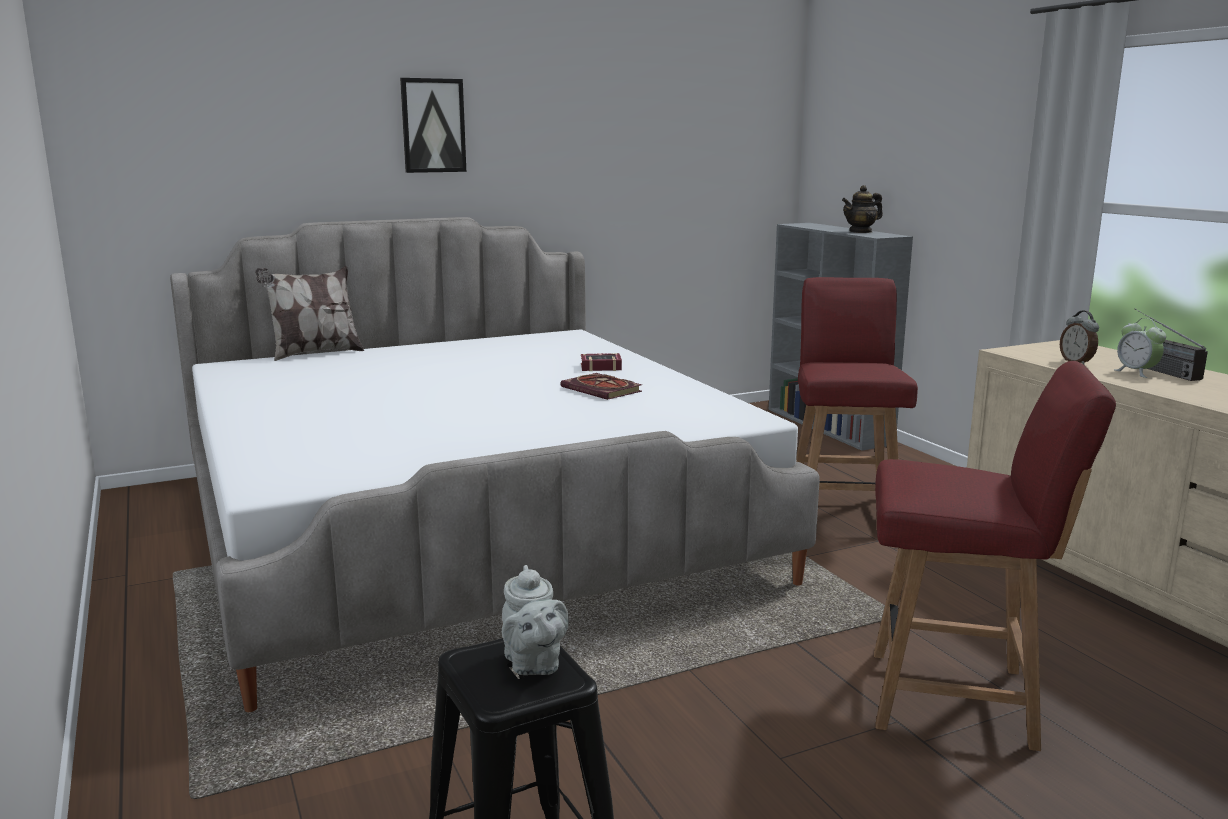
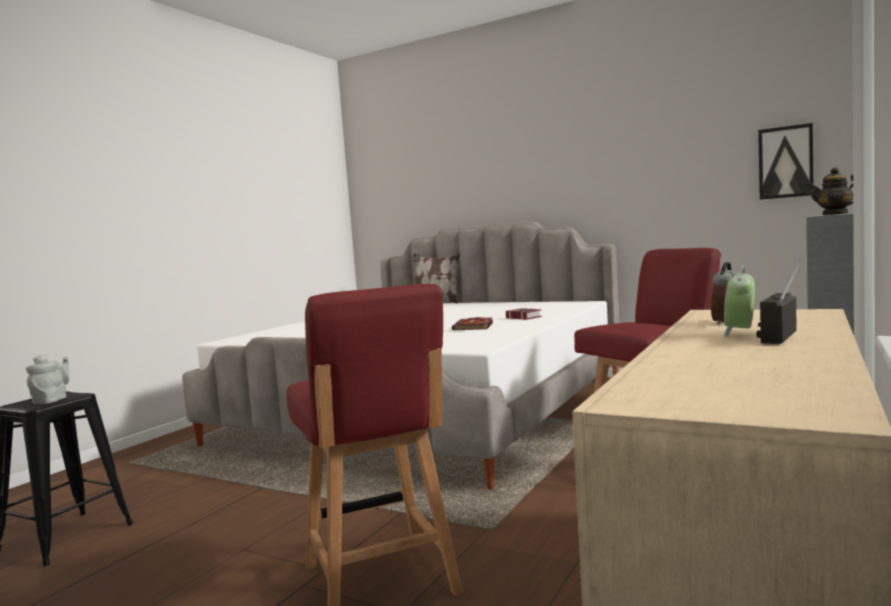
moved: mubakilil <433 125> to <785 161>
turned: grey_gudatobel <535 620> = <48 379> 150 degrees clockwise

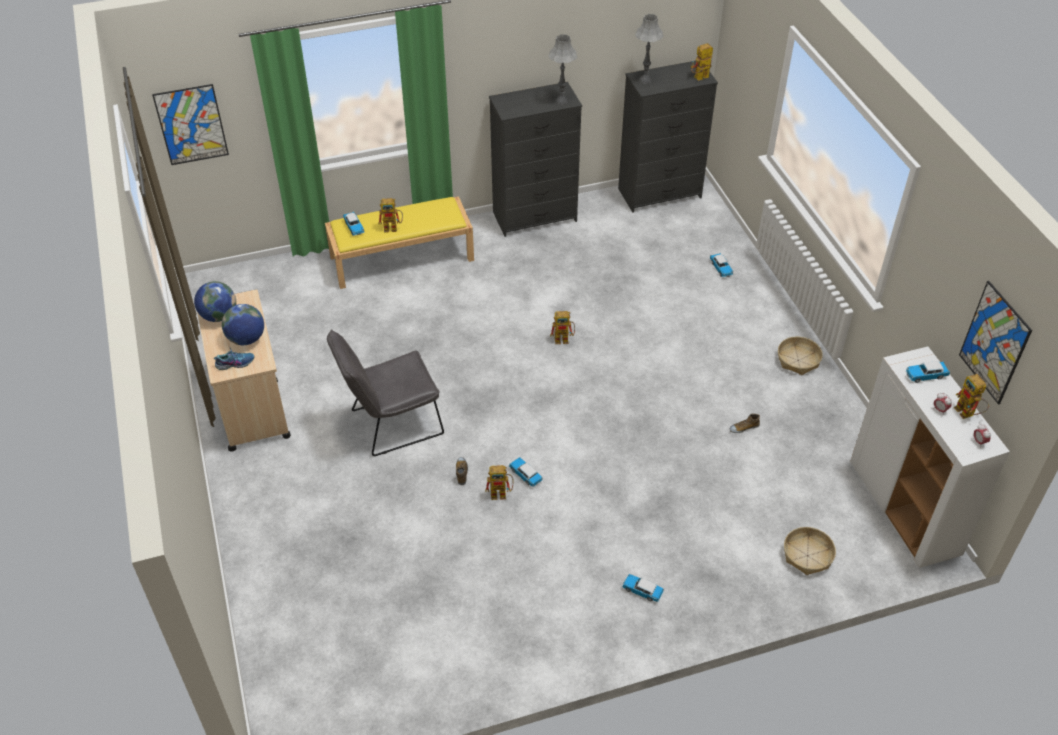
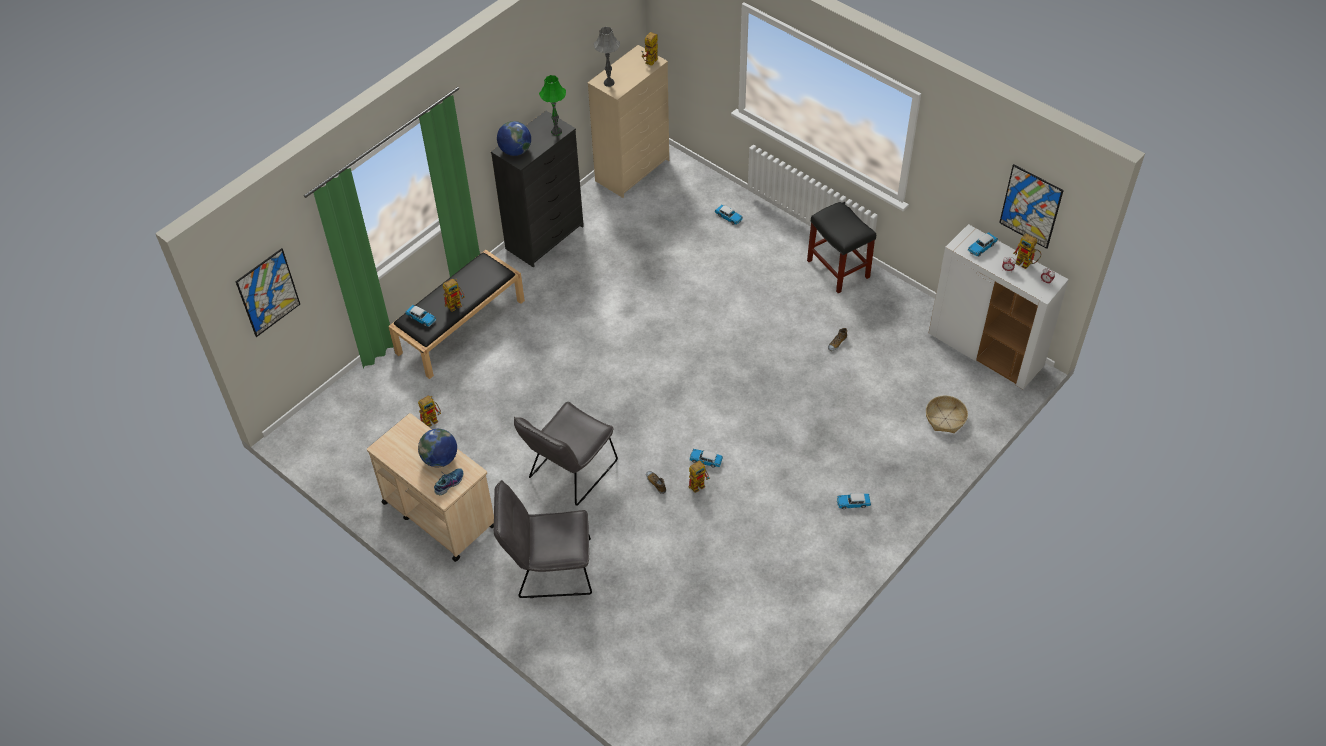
added: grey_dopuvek <543 539>
moved: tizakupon <215 301> to <514 138>; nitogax <562 327> to <429 411>
replaced: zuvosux <800 355> to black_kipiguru <841 247>
recoloured: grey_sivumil <562 69> to green_sivumil <552 105>; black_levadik <668 137> to beige_levadik <628 121>; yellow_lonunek <399 242> to black_lonunek <456 314>

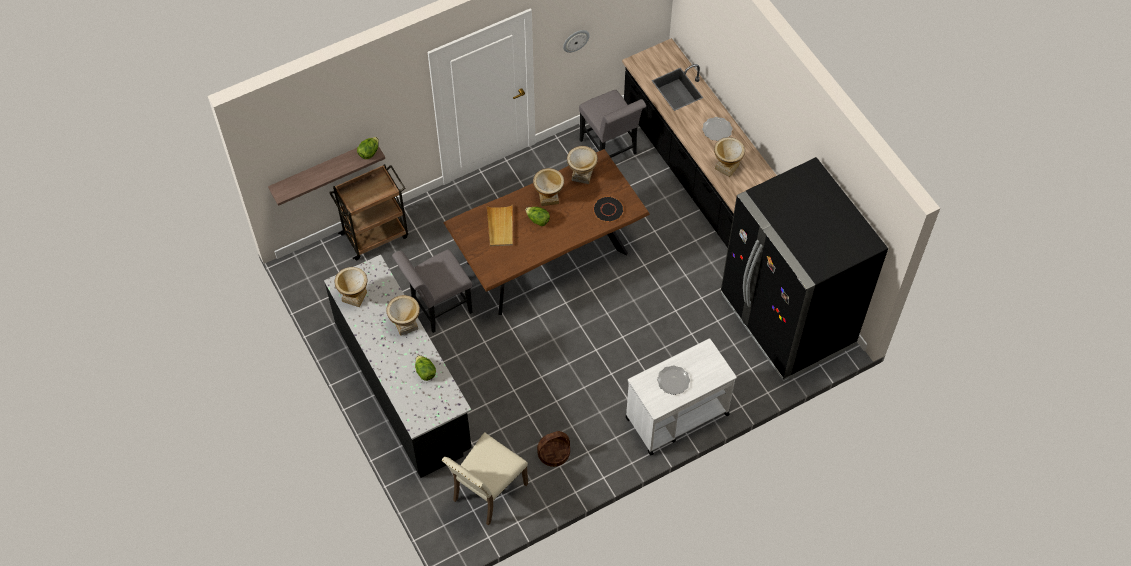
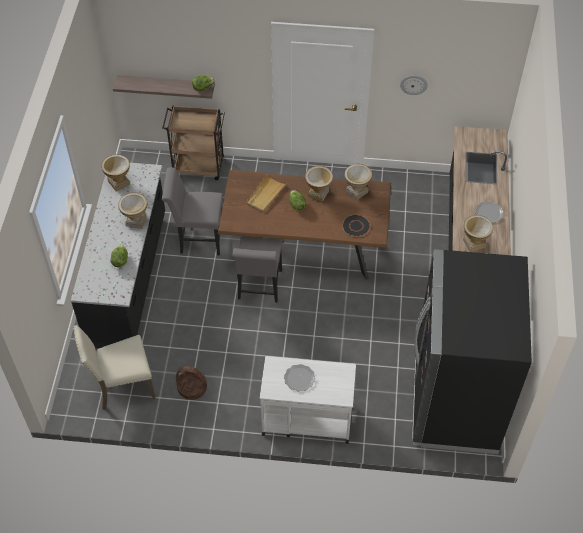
moved: grey_dopuvek <612 123> to <257 269>

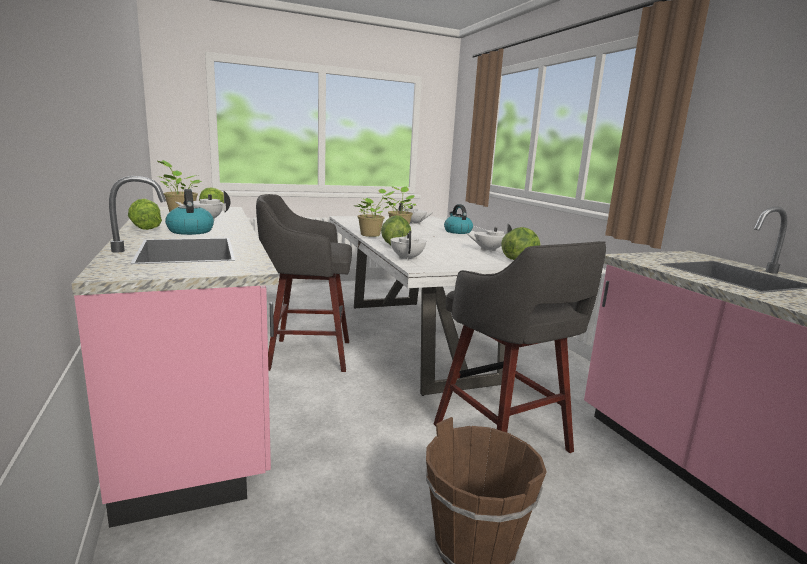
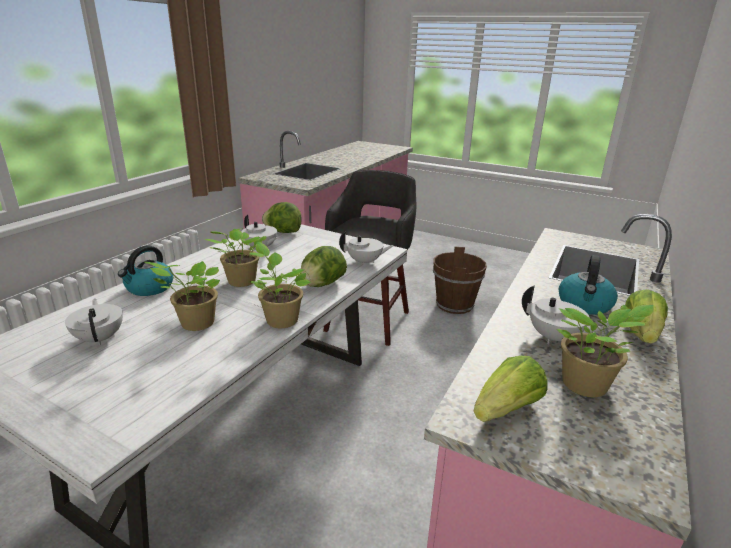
removed: grey_kipiguru <304 283>
added: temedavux <235 258>
turned: white_gudatobel <408 246> = <366 248> 135 degrees counterclockwise

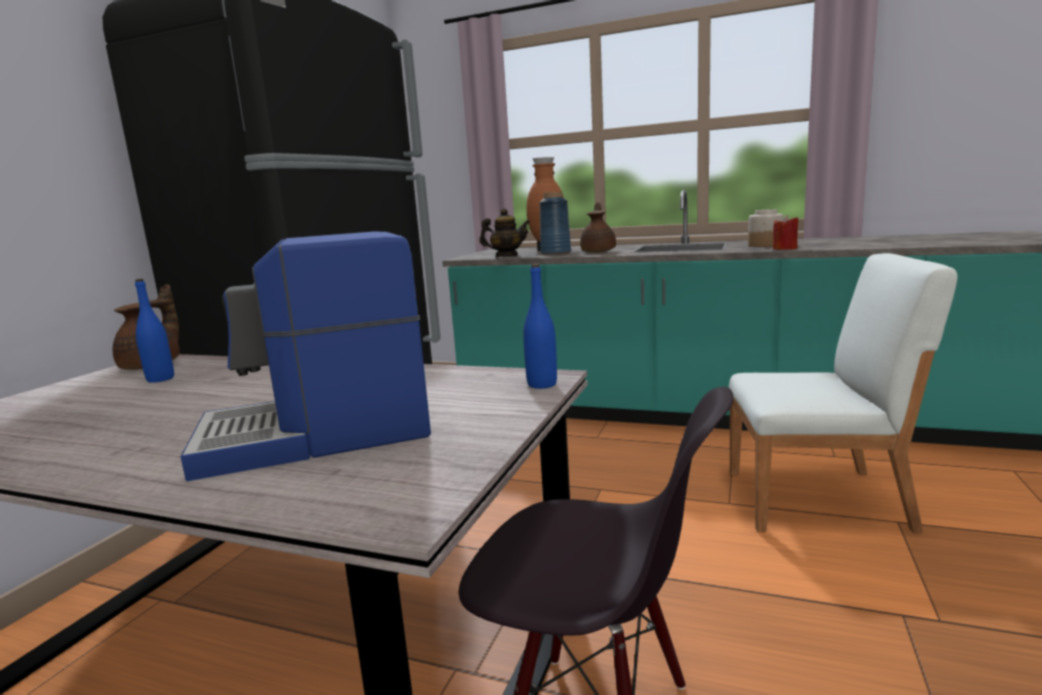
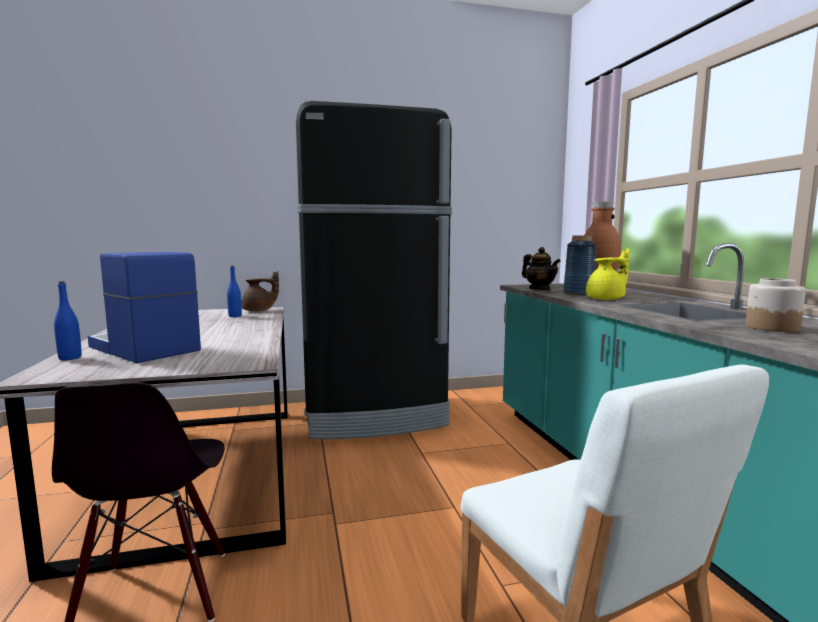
removed: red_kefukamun <786 232>
moved: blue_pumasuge <540 326> to <67 320>
recoloured: brown_gudatobel <598 227> to yellow_gudatobel <607 274>

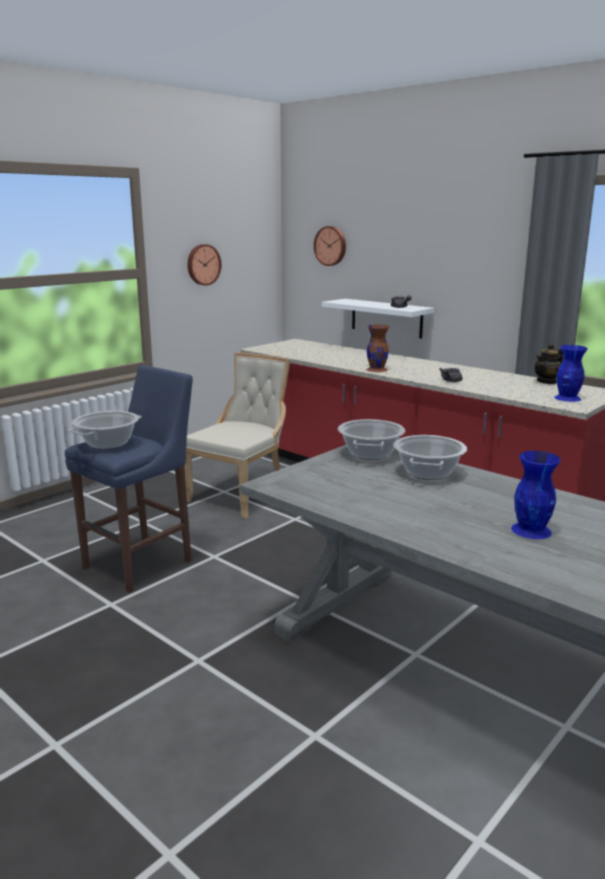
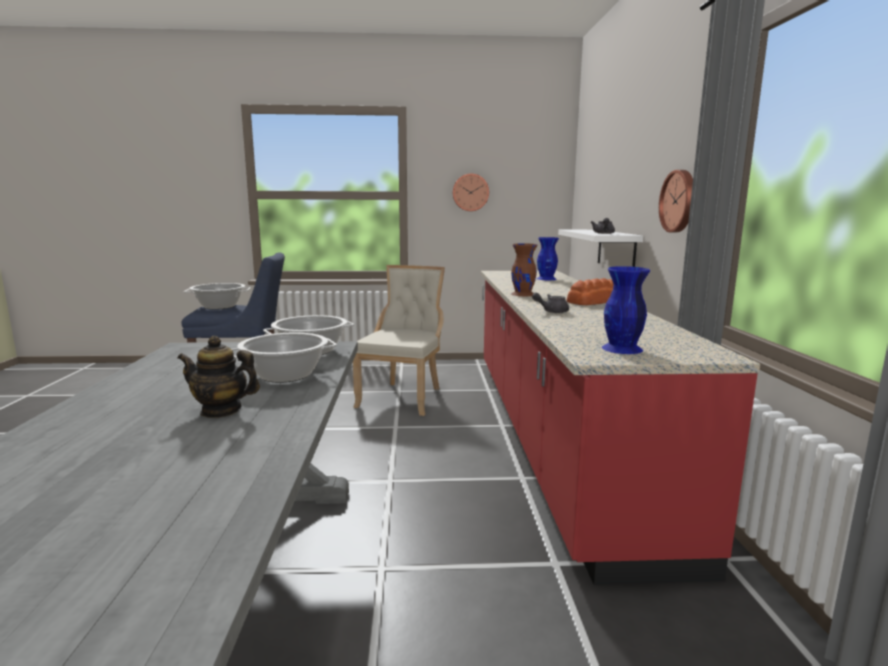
added: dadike <590 291>
moved: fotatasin <330 246> to <676 201>; gudatobel <548 363> to <218 377>; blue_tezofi <536 495> to <548 258>
turned: beige_dopuvek <237 436> = <399 340> 60 degrees counterclockwise

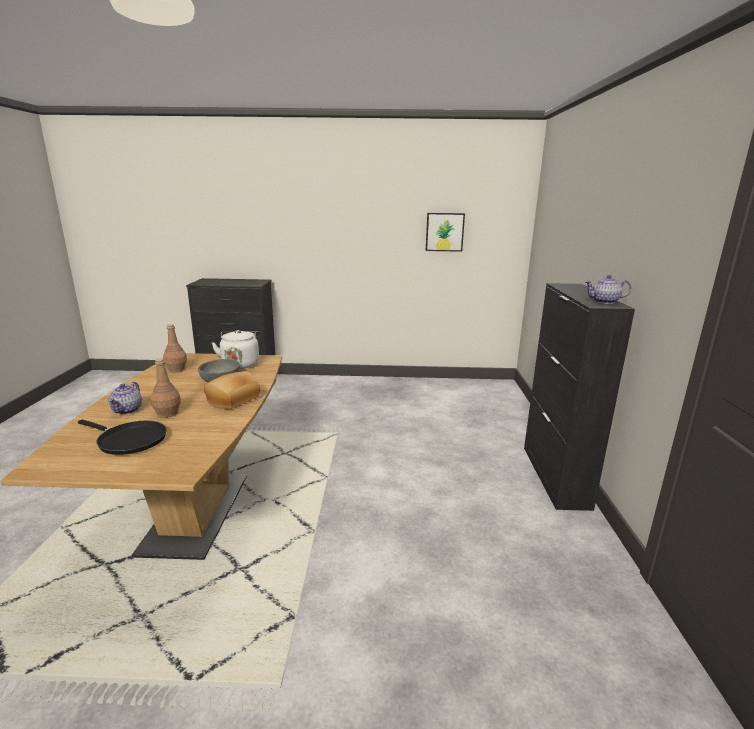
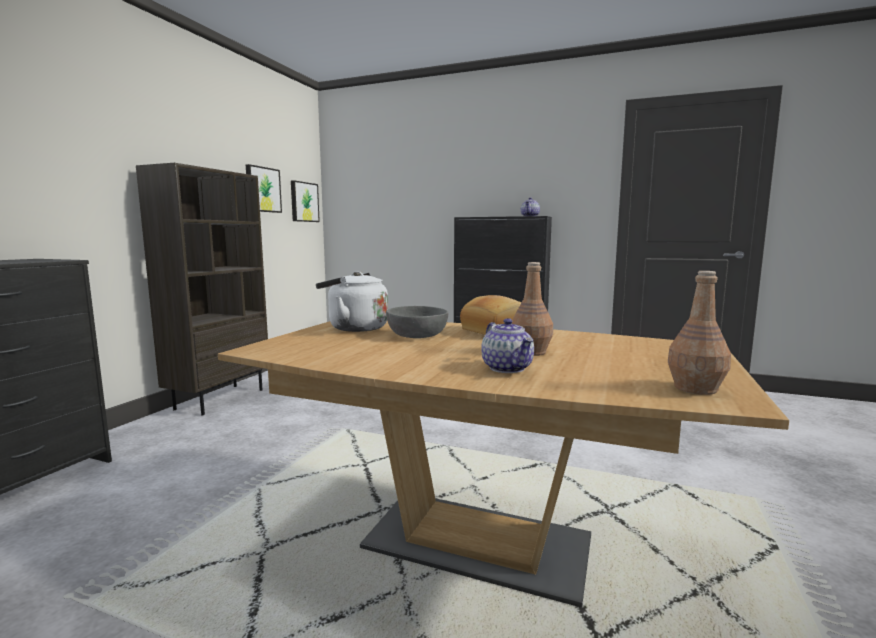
removed: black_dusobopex <122 437>
added: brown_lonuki <202 289>; mubakilil <305 201>
moved: brown_pumasuge <175 348> to <699 333>
turned: gudatobel <125 398> = <507 345> 45 degrees clockwise

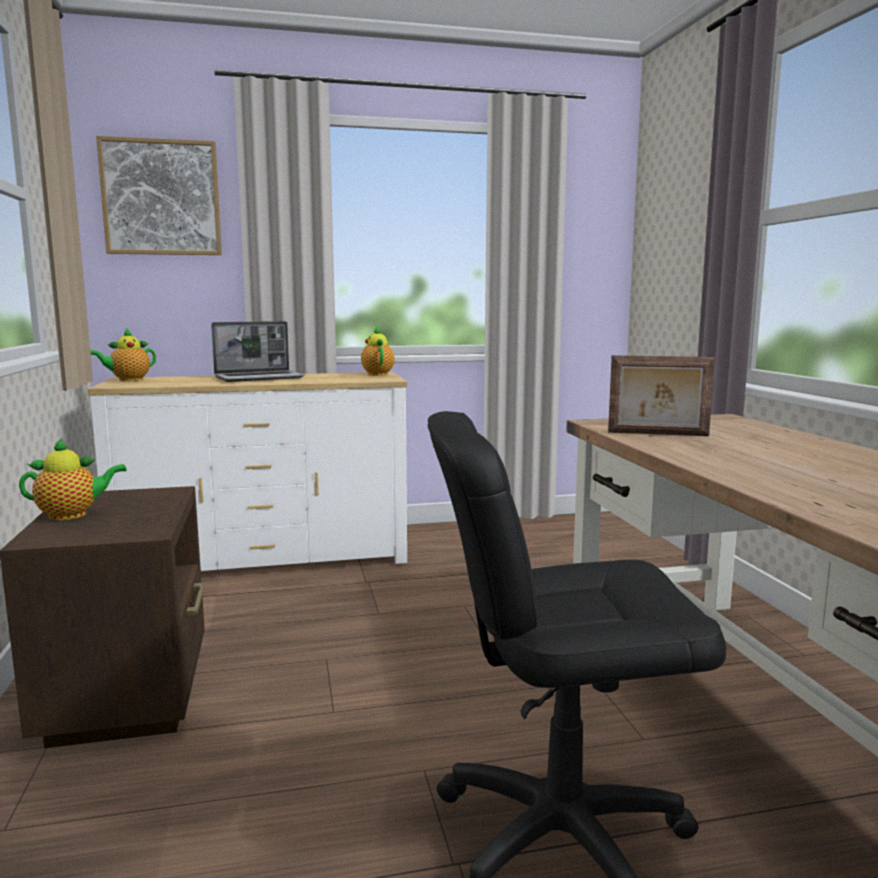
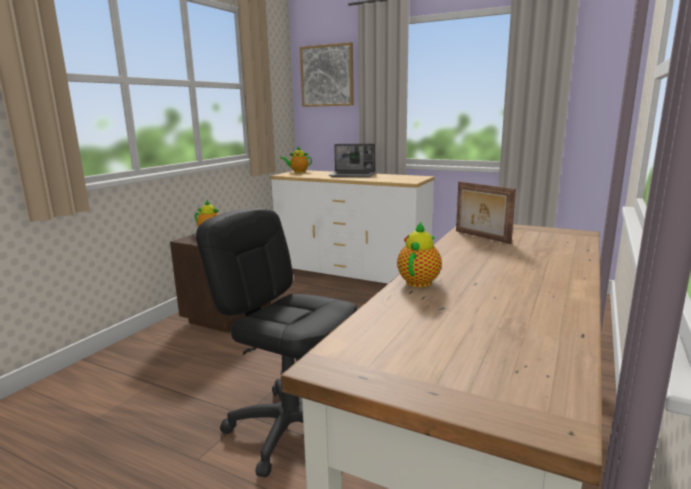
moved: gudatobel <378 351> to <419 254>

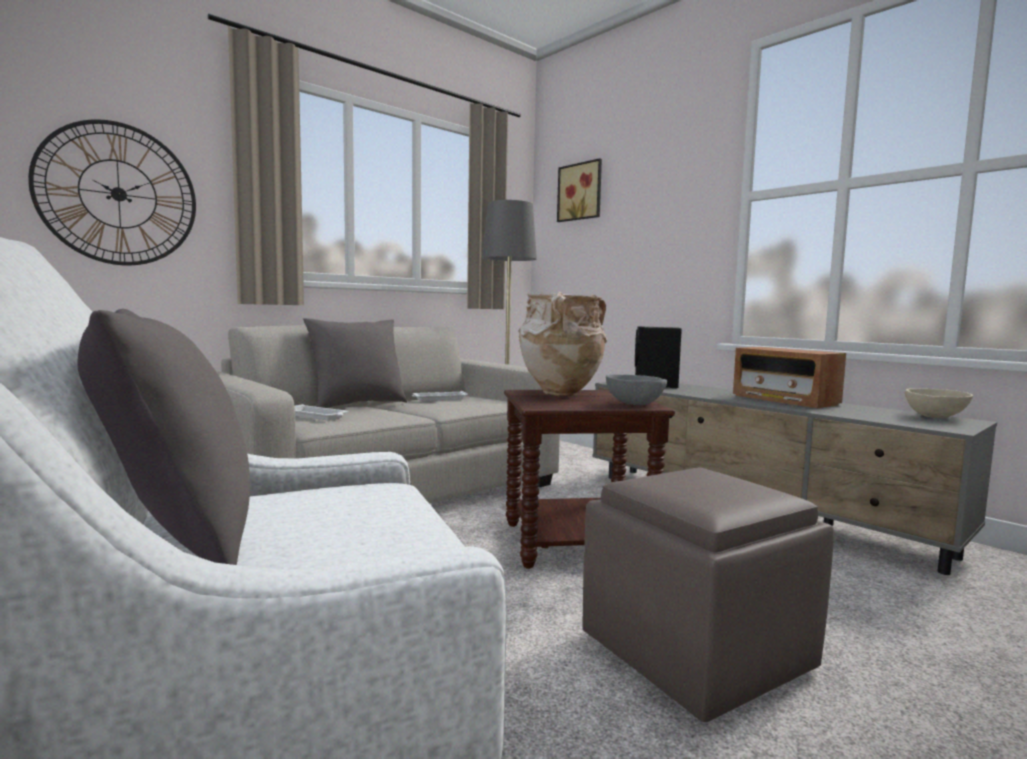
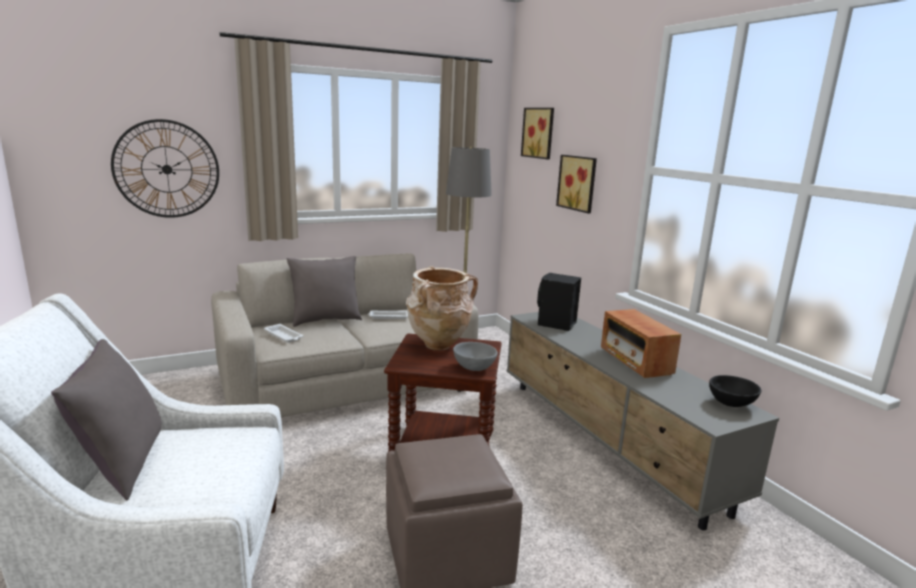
added: mubakilil <576 184>
recoloured: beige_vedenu <939 403> to black_vedenu <735 391>

